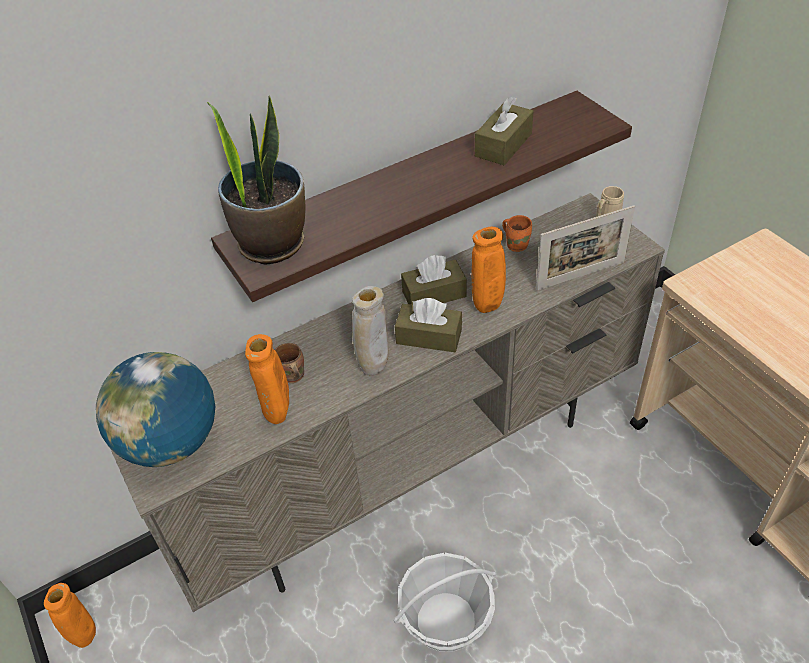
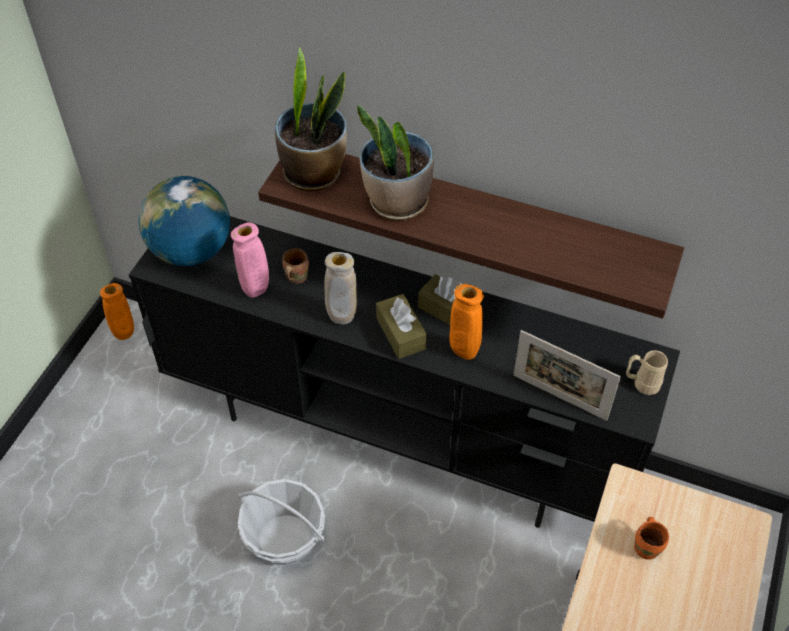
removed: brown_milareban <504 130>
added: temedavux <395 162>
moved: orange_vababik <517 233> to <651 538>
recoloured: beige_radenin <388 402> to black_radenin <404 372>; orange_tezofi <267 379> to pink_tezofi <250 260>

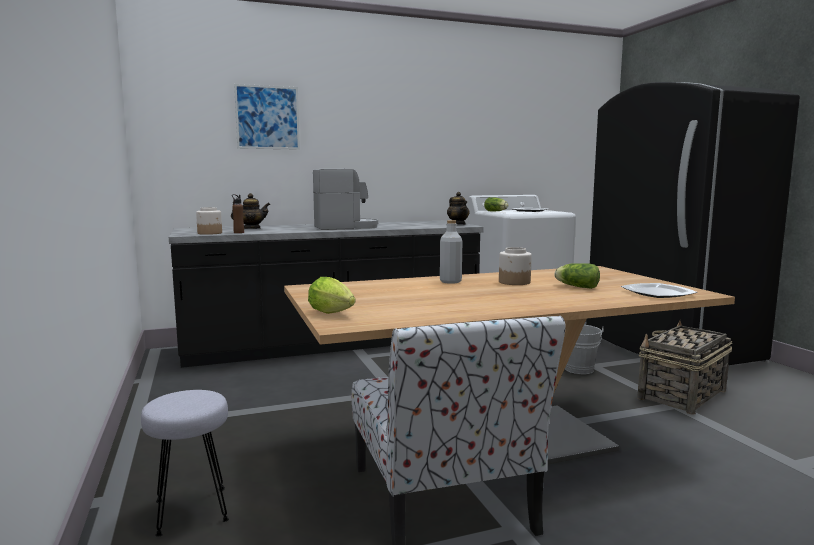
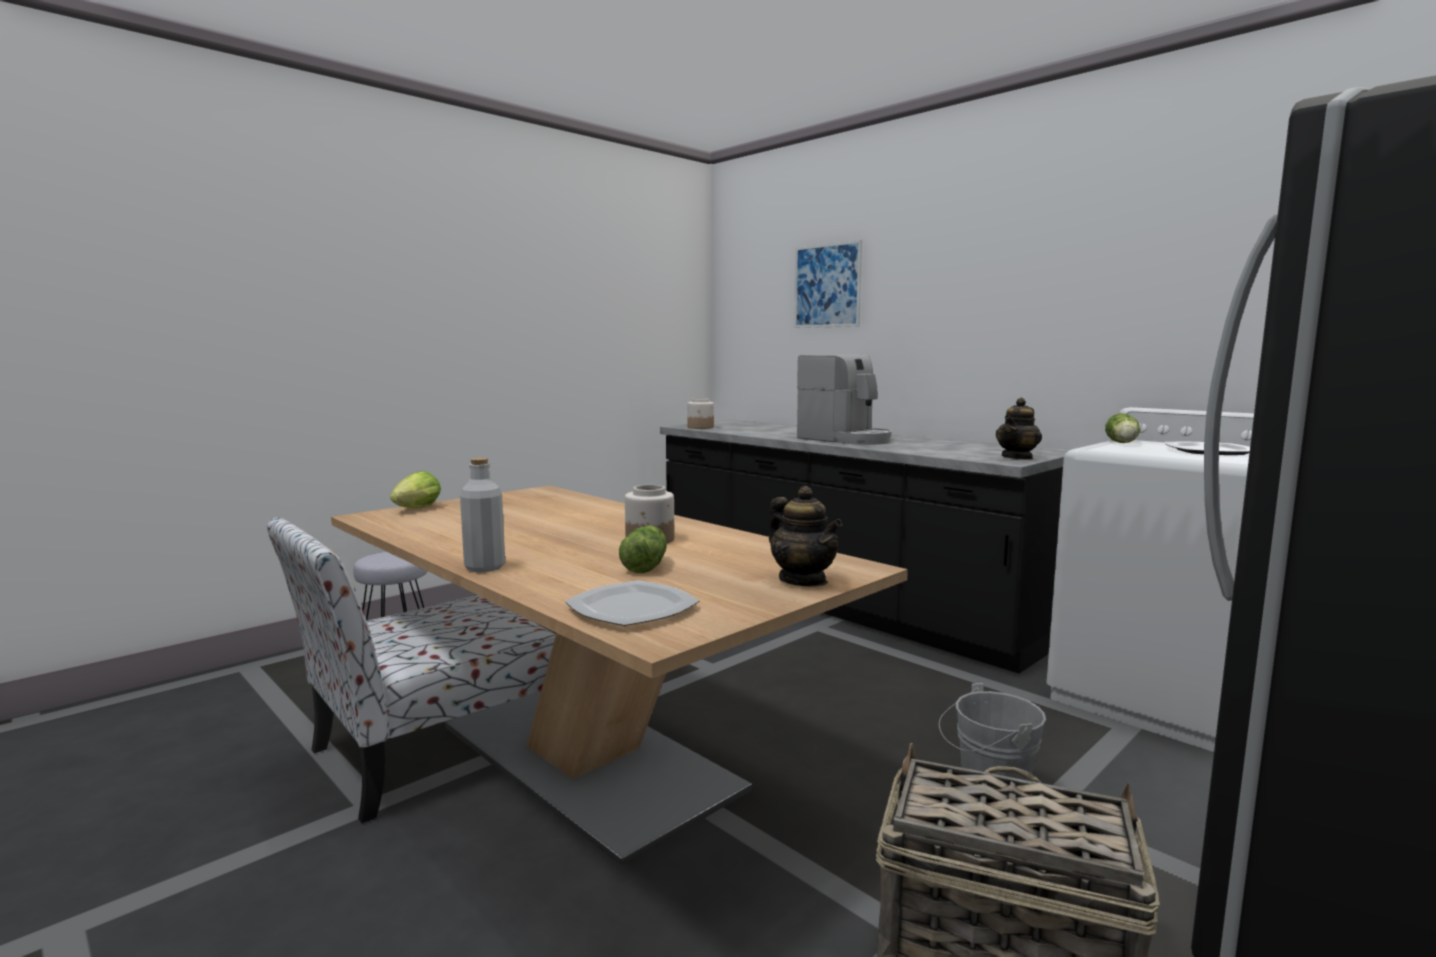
removed: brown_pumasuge <238 213>
moved: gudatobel <250 211> to <806 536>; grey_pumasuge <451 252> to <482 515>

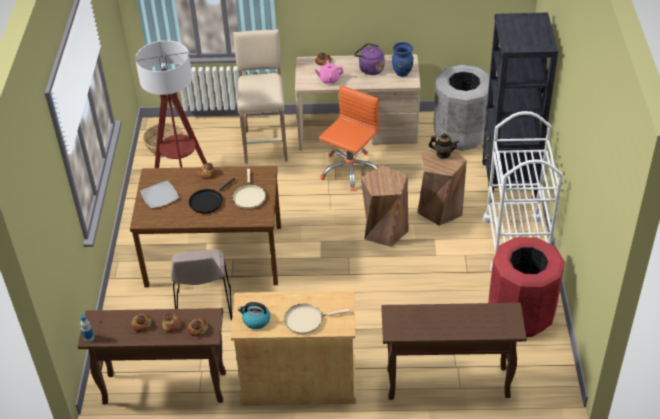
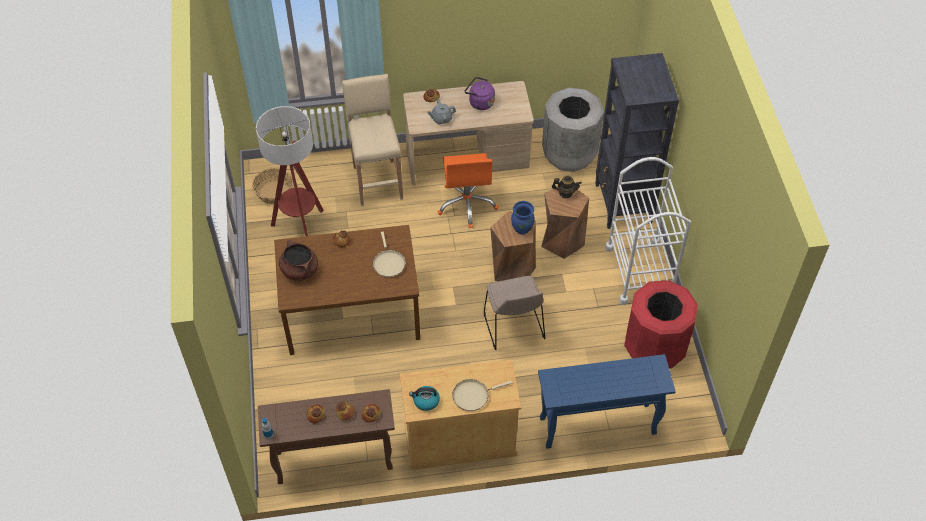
removed: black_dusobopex <212 196>
moved: blue_tezofi <402 59> to <523 217>; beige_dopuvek <201 284> to <514 313>
replaced: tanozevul <159 195> to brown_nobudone <298 260>
recoloured: pink_gudatobel <329 72> to grey_gudatobel <441 112>; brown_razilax <454 351> to blue_razilax <607 401>
turned: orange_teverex <349 138> = <468 190> 150 degrees clockwise

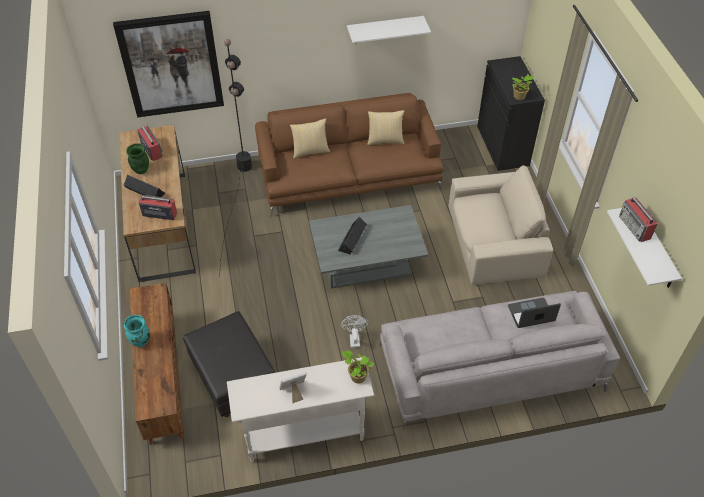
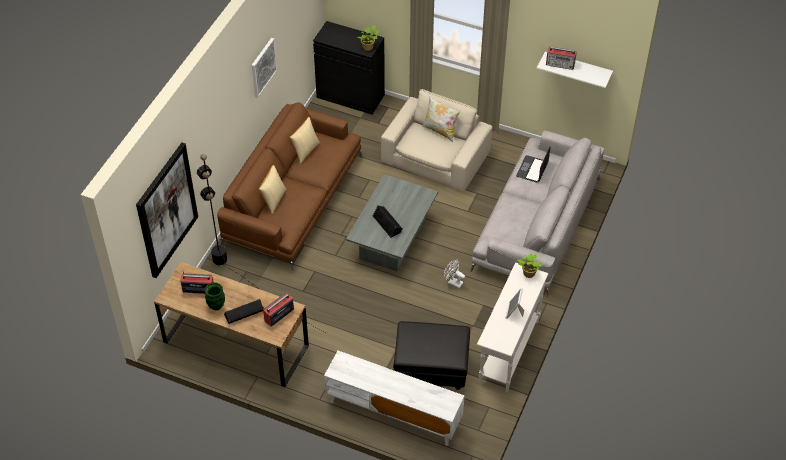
removed: turquoise_tezofi <137 331>
added: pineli <441 119>
replaced: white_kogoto <389 29> to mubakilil <264 68>
recoloured: brown_radenin <157 364> to white_radenin <394 398>

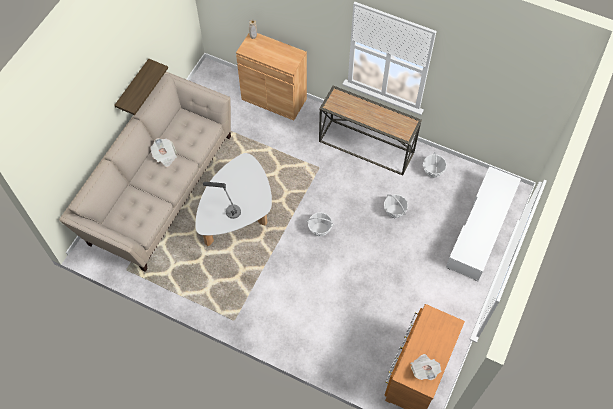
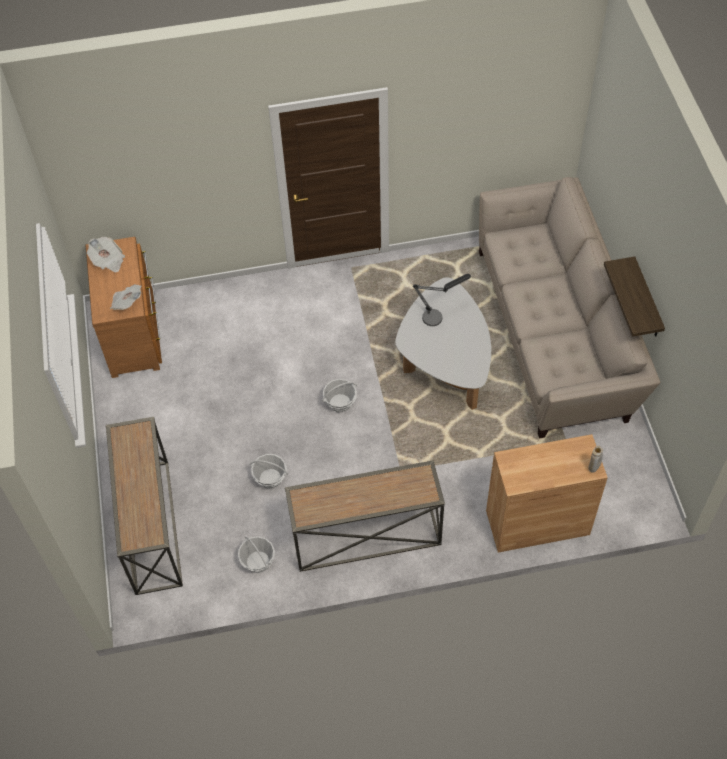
moved: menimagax <164 152> to <125 297>
replaced: white_radenin <483 224> to razilax <144 506>

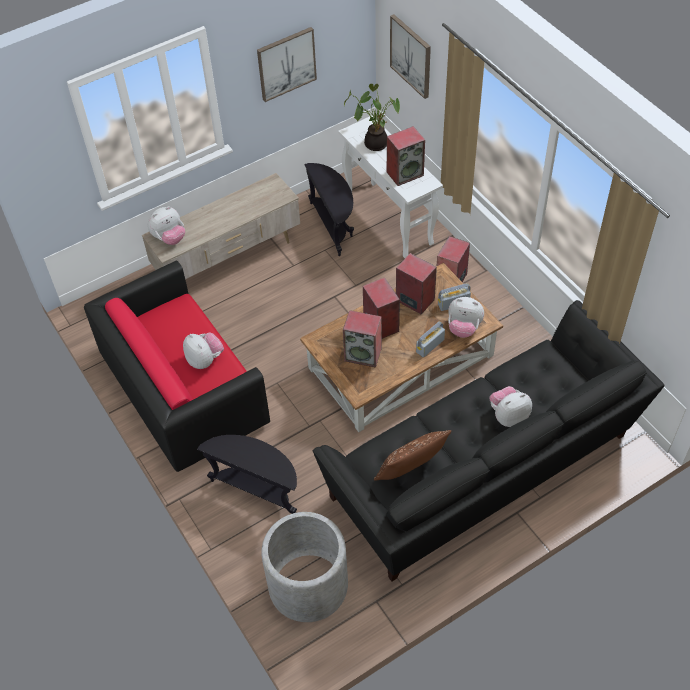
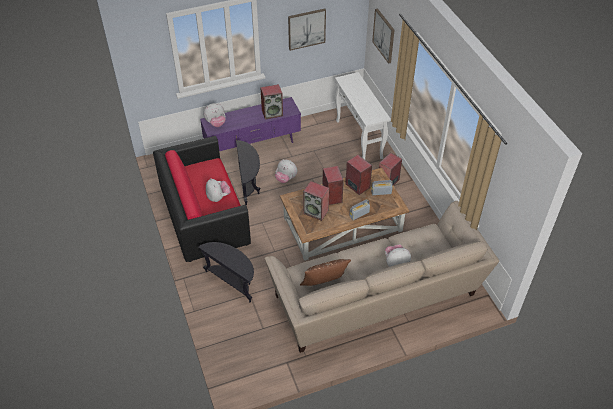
removed: temedavux <372 117>; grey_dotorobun <304 567>
moved: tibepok <406 156> to <271 101>; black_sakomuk <329 209> to <248 173>; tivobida <466 317> to <286 171>
recoloured: beige_radenin <221 226> to purple_radenin <250 124>; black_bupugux <489 441> to beige_bupugux <382 277>

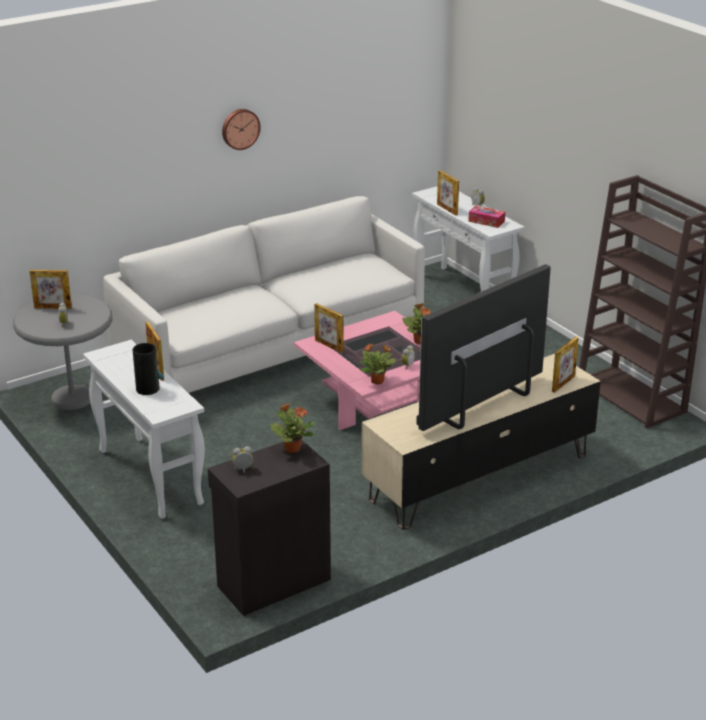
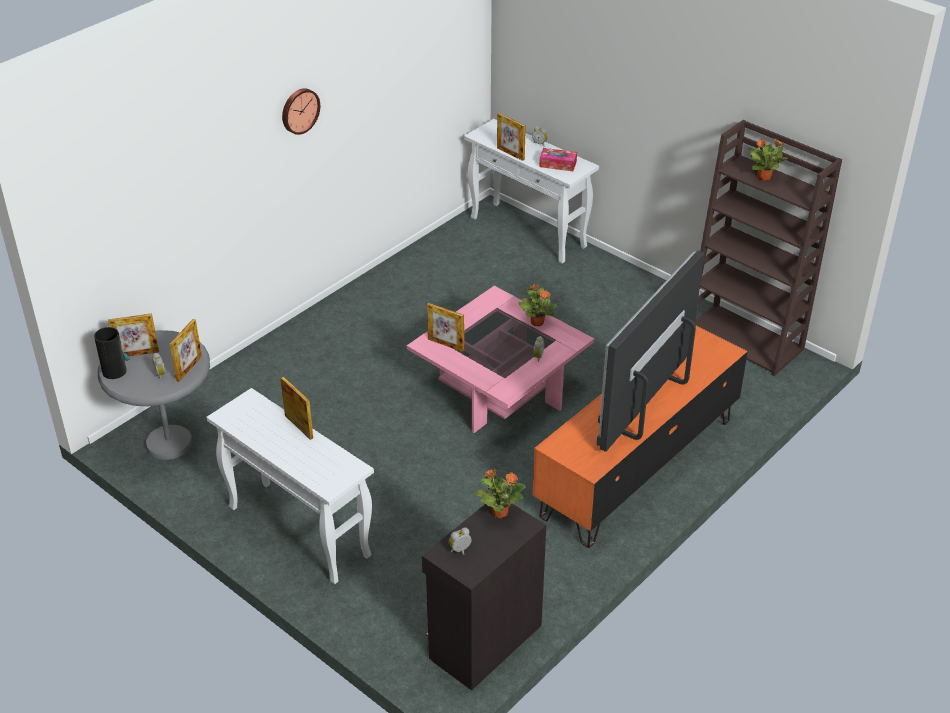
removed: white_bupugux <264 294>
moved: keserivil <565 365> to <185 350>; tezofi <148 369> to <112 353>; temedavux <378 364> to <768 159>
recoloured: beige_radenin <481 442> to orange_radenin <640 437>

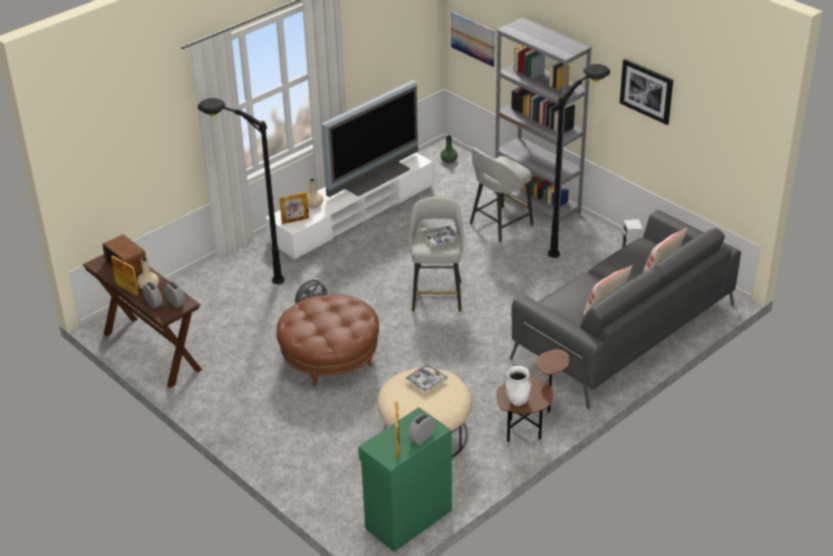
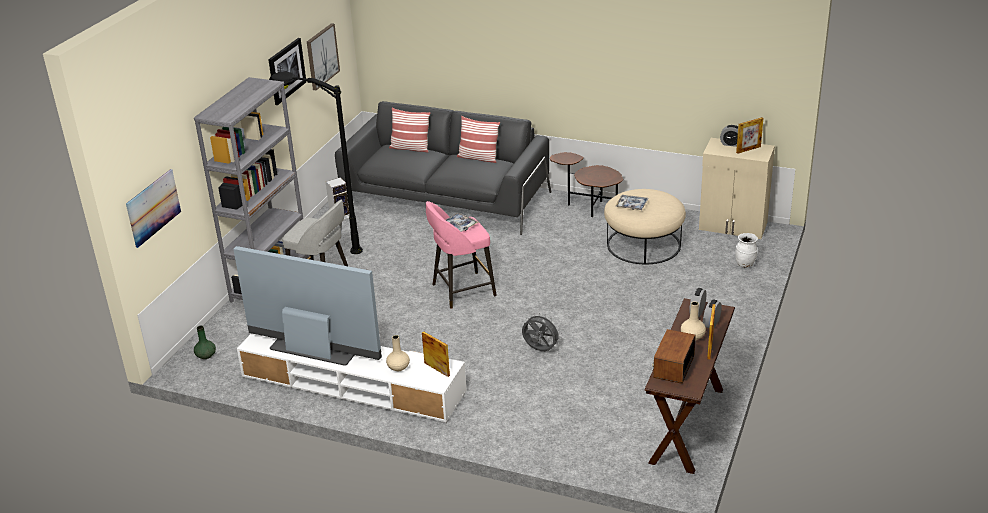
removed: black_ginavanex <241 191>; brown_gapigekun <328 340>
added: mubakilil <323 56>
moved: white_tezofi <518 386> to <746 250>
recoloured: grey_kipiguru <436 254> to pink_kipiguru <461 255>; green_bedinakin <405 479> to beige_bedinakin <737 188>

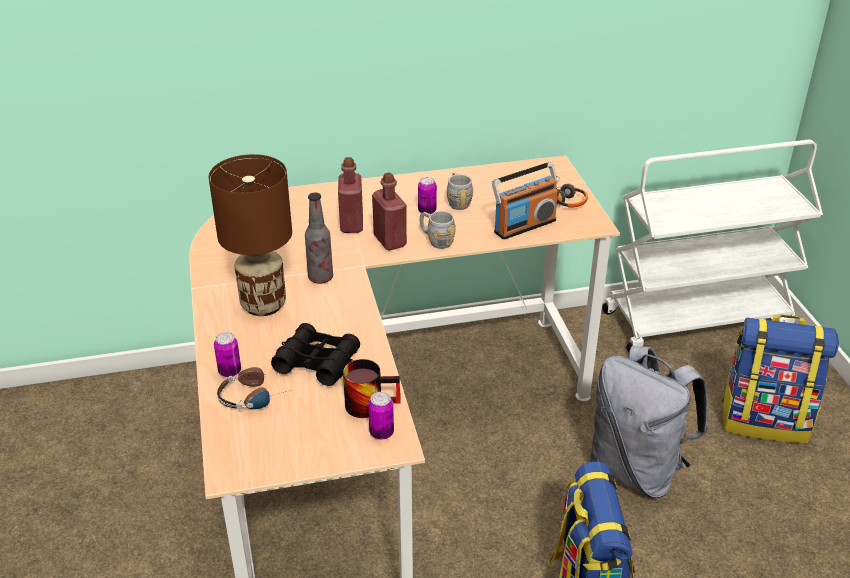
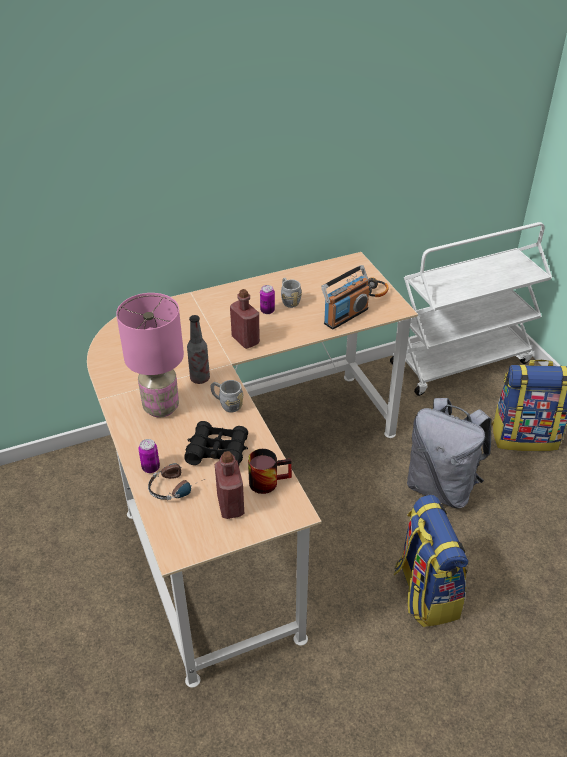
removed: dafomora <381 416>
moved: red_pumasuge <350 195> to <229 485>; grey_vababik <438 230> to <227 396>
recoloured: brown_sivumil <250 235> to pink_sivumil <150 355>

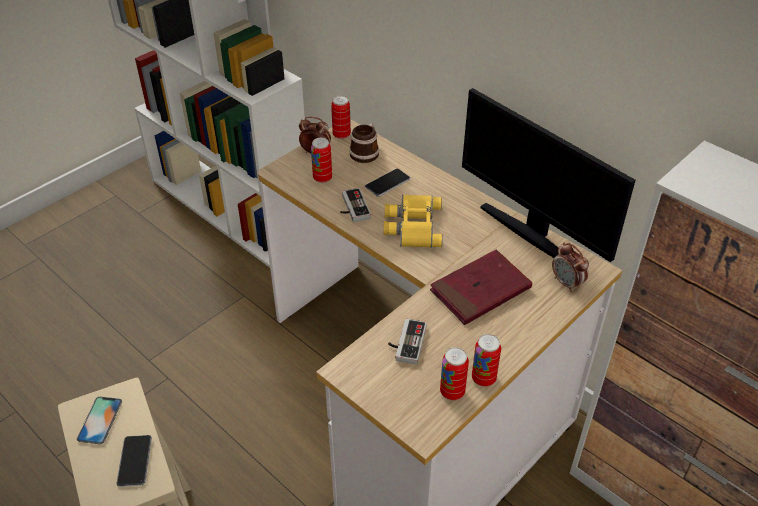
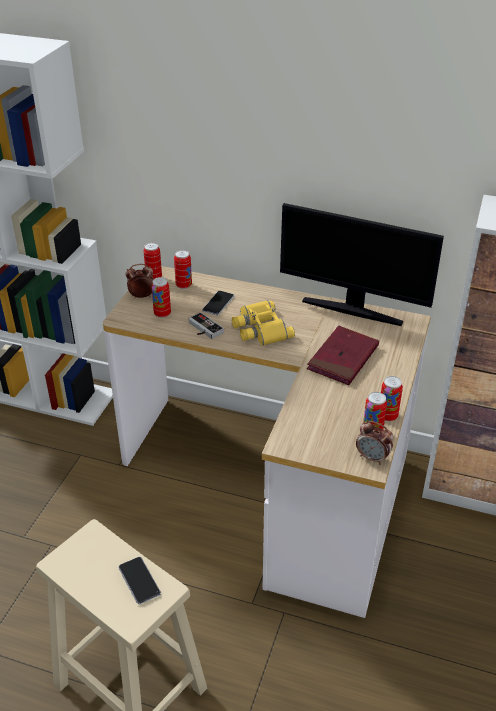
removed: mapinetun <407 342>; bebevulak <99 420>
moved: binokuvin <570 267> to <375 443>
replaced: vababik <364 143> to dafomora <183 269>

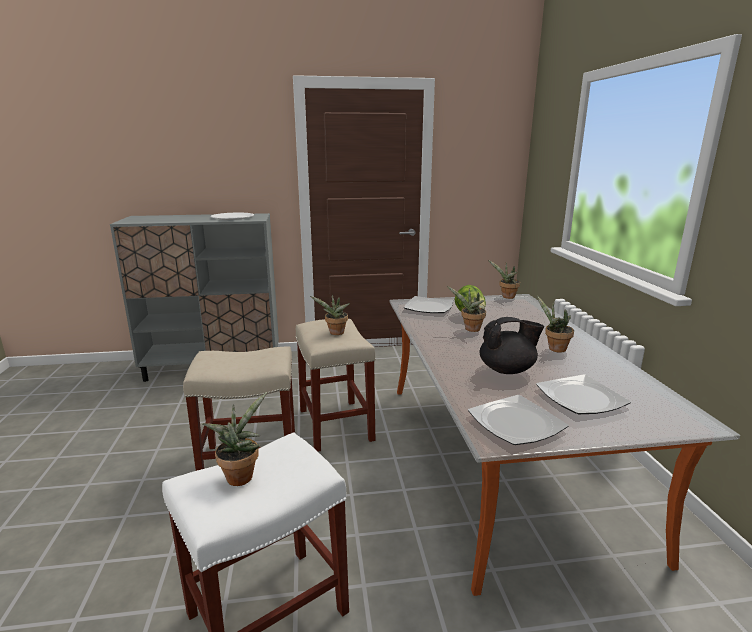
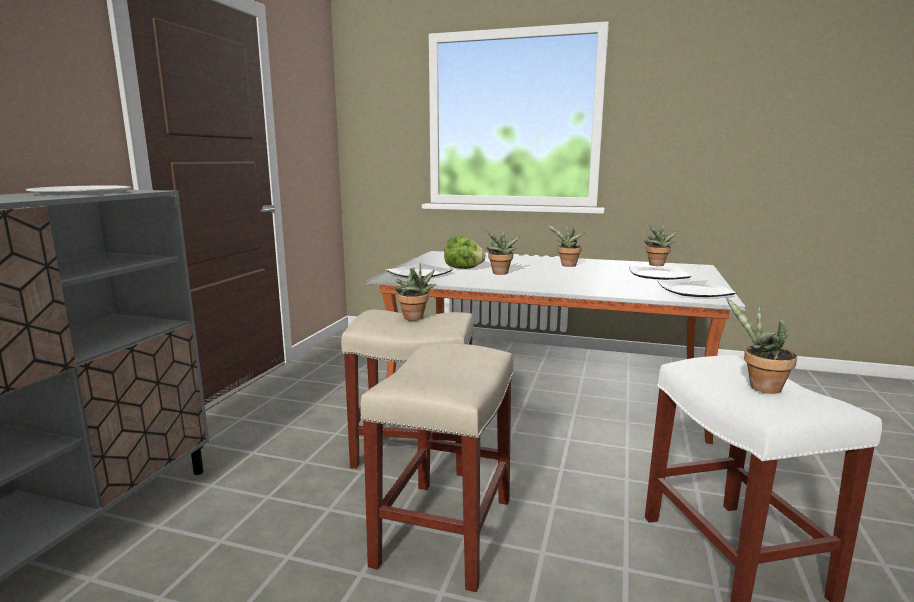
removed: black_gudatobel <512 345>
moved: temedavux <504 279> to <661 244>

